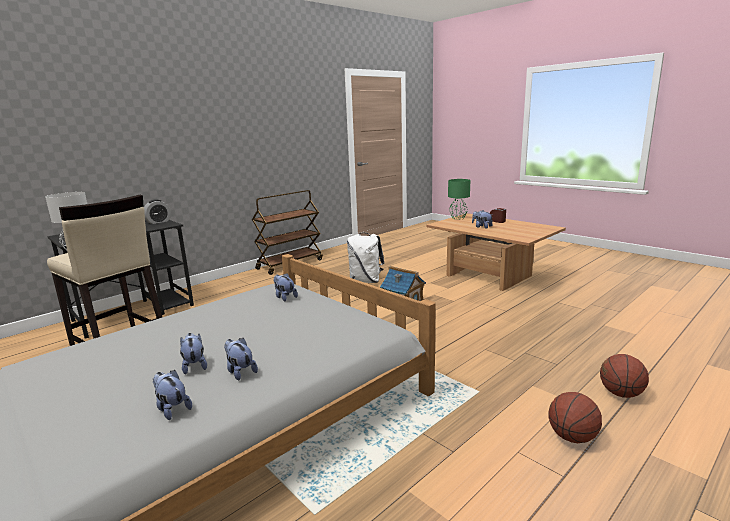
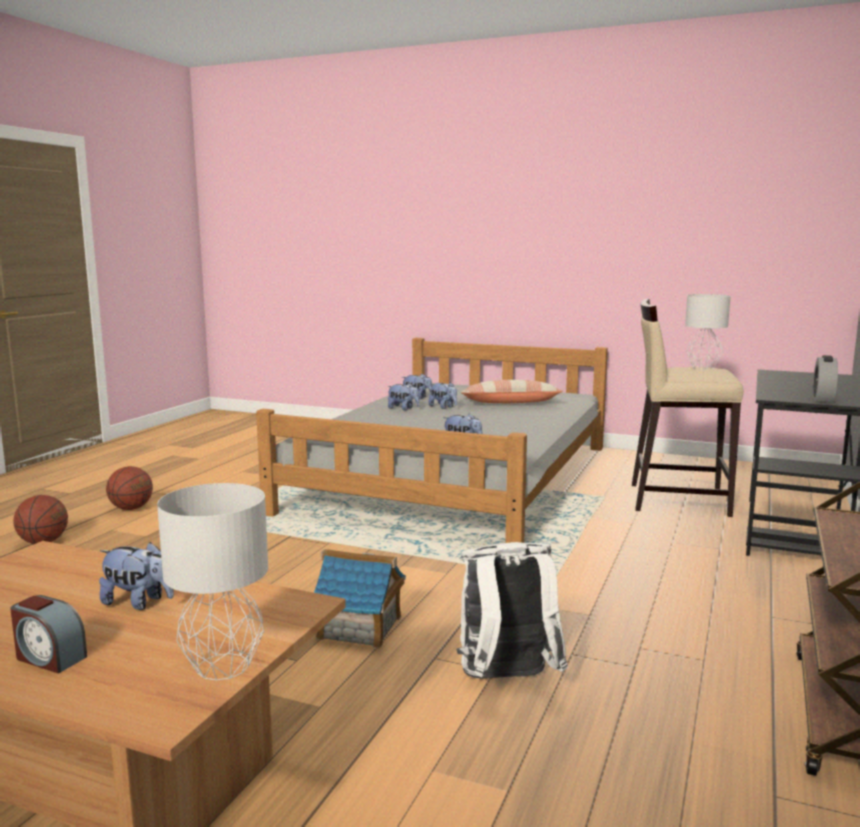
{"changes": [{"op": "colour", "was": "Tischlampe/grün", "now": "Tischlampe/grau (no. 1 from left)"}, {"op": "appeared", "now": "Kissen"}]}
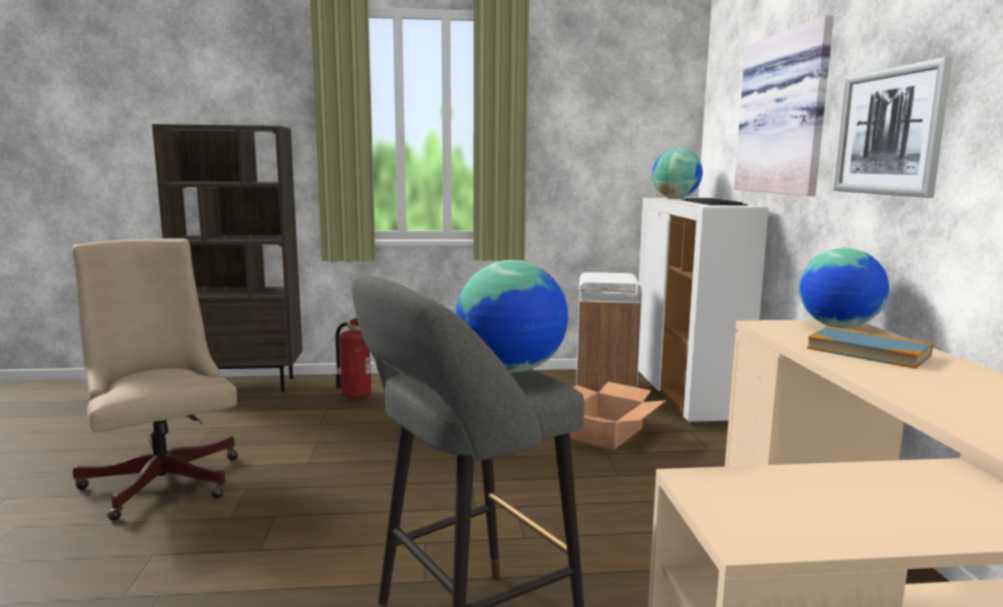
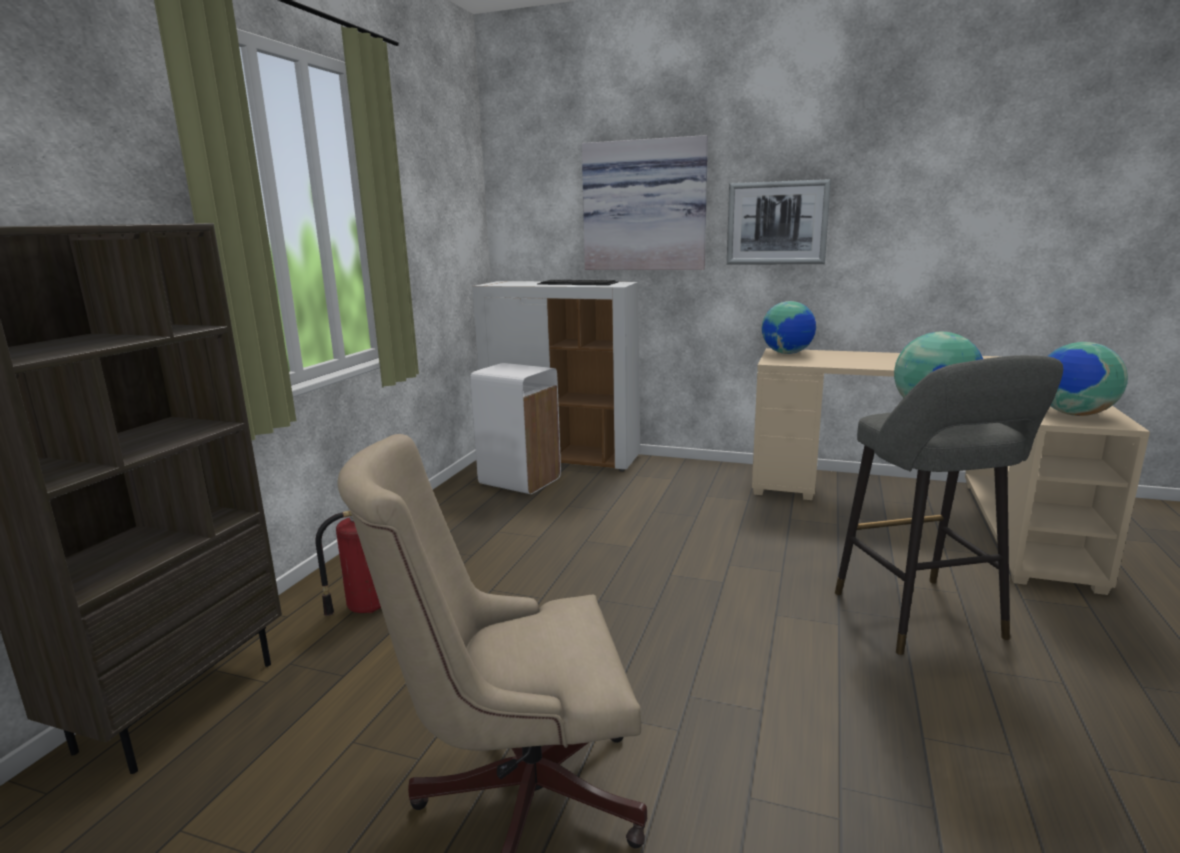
{"changes": [{"op": "relocated", "was": "Globus (no. 2 from left in the first image)", "now": "Globus (no. 3 from left)"}, {"op": "missing", "was": "Buch"}, {"op": "missing", "was": "Karton"}]}
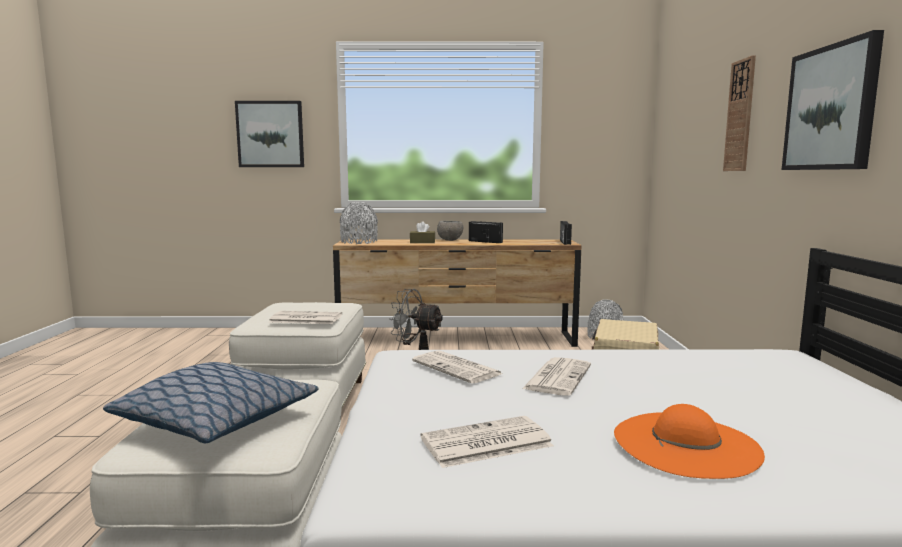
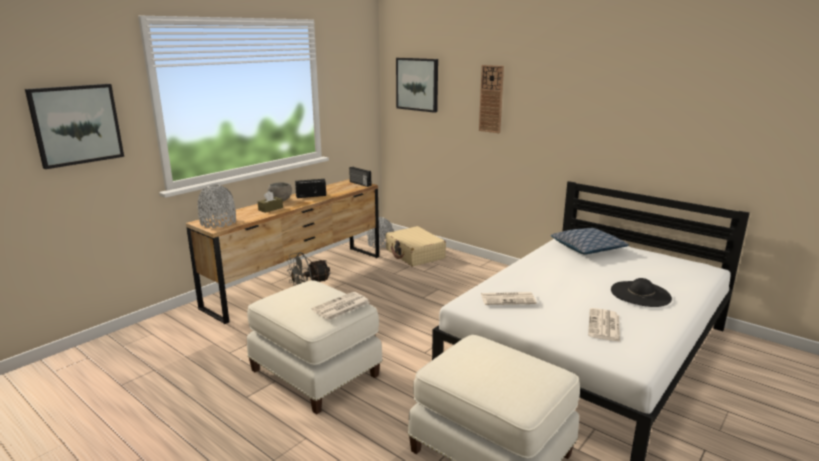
{"changes": [{"op": "relocated", "was": "Bild (no. 2 from left)"}, {"op": "missing", "was": "Zeitung (no. 4 from left)"}, {"op": "relocated", "was": "Kissen"}, {"op": "colour", "was": "Hut/orange", "now": "Hut/schwarz"}]}
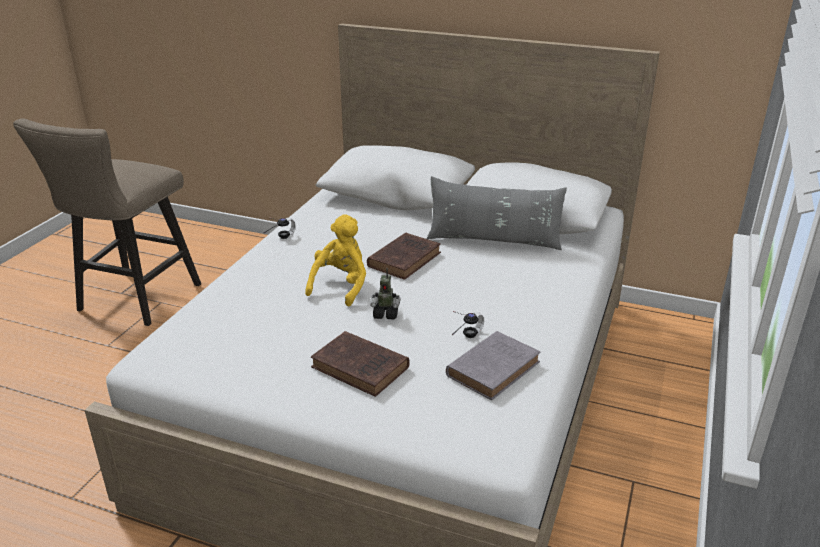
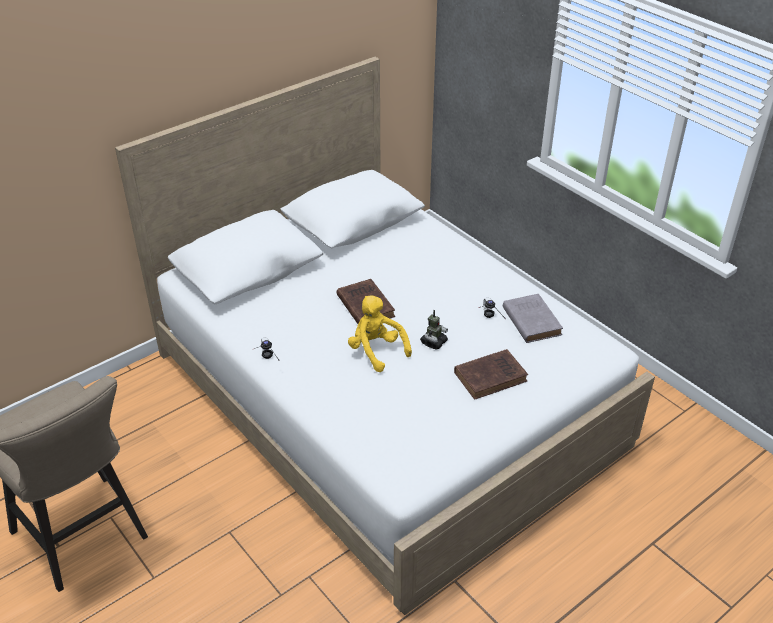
{"changes": [{"op": "missing", "was": "Kissen/grau"}]}
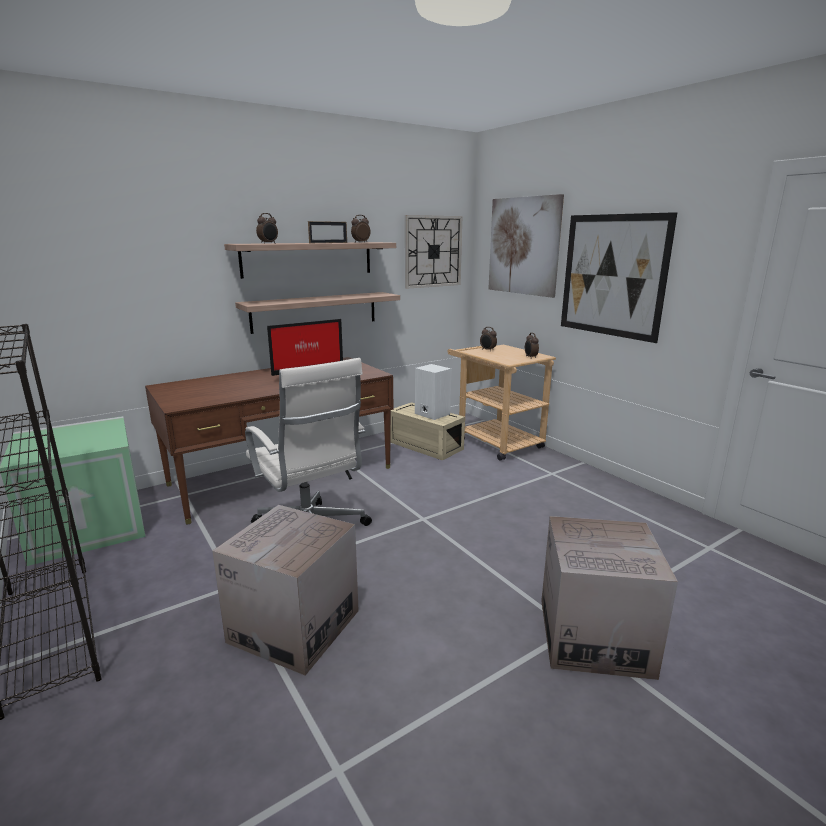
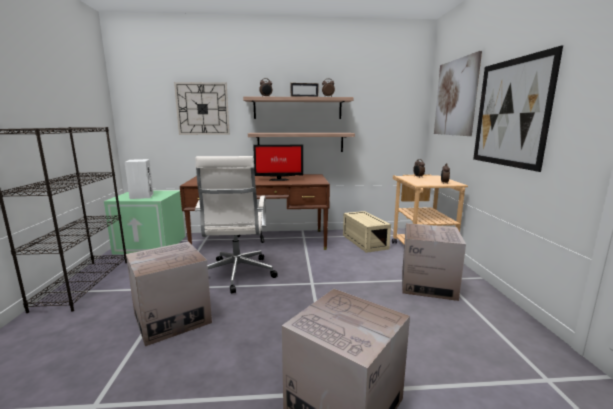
{"changes": [{"op": "relocated", "was": "Wanduhr"}, {"op": "relocated", "was": "Lautsprecher/weiß"}, {"op": "appeared", "now": "Karton (no. 3 from left)"}]}
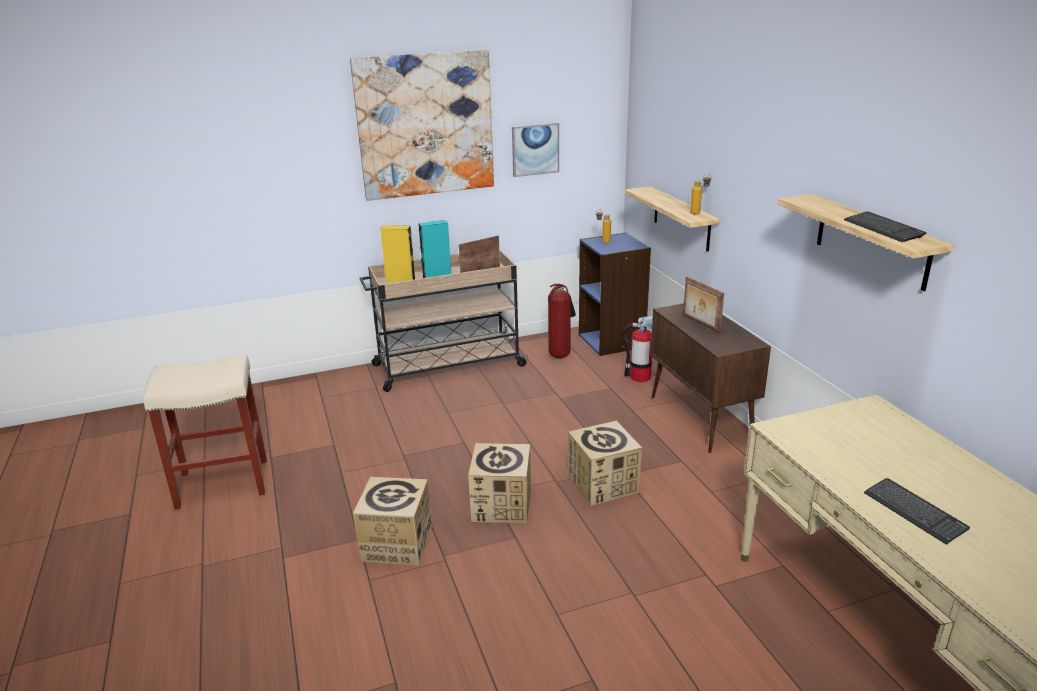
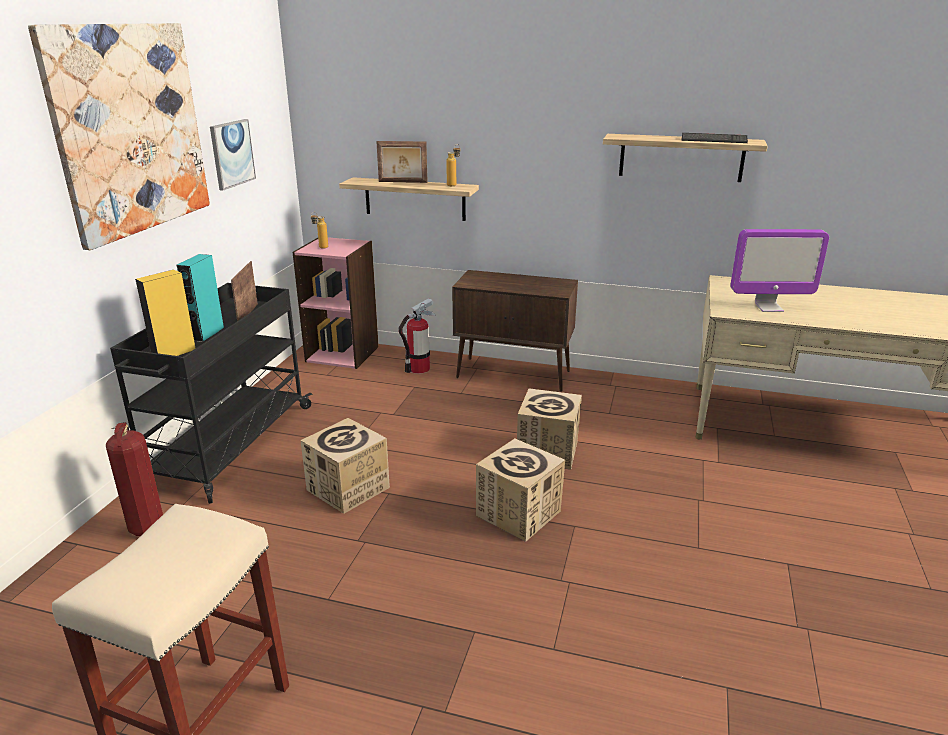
{"changes": [{"op": "colour", "was": "Bücherregal/blau", "now": "Bücherregal/rosa"}, {"op": "colour", "was": "Rollwagen/beige", "now": "Rollwagen/schwarz"}, {"op": "relocated", "was": "Bilderrahmen (no. 2 from left)"}, {"op": "relocated", "was": "Feuerlöscher (no. 1 from left)"}, {"op": "relocated", "was": "Karton (no. 1 from left)"}, {"op": "missing", "was": "Tastatur (no. 2 from left)"}, {"op": "appeared", "now": "Monitor"}]}
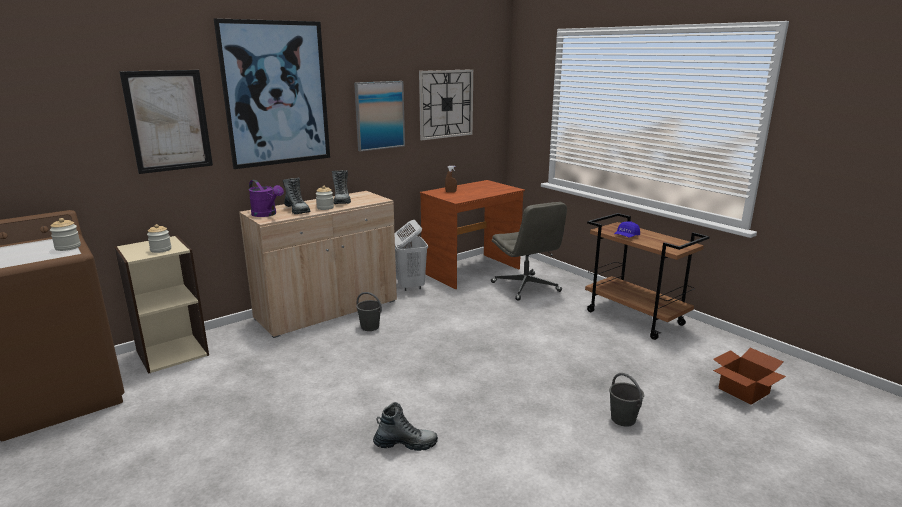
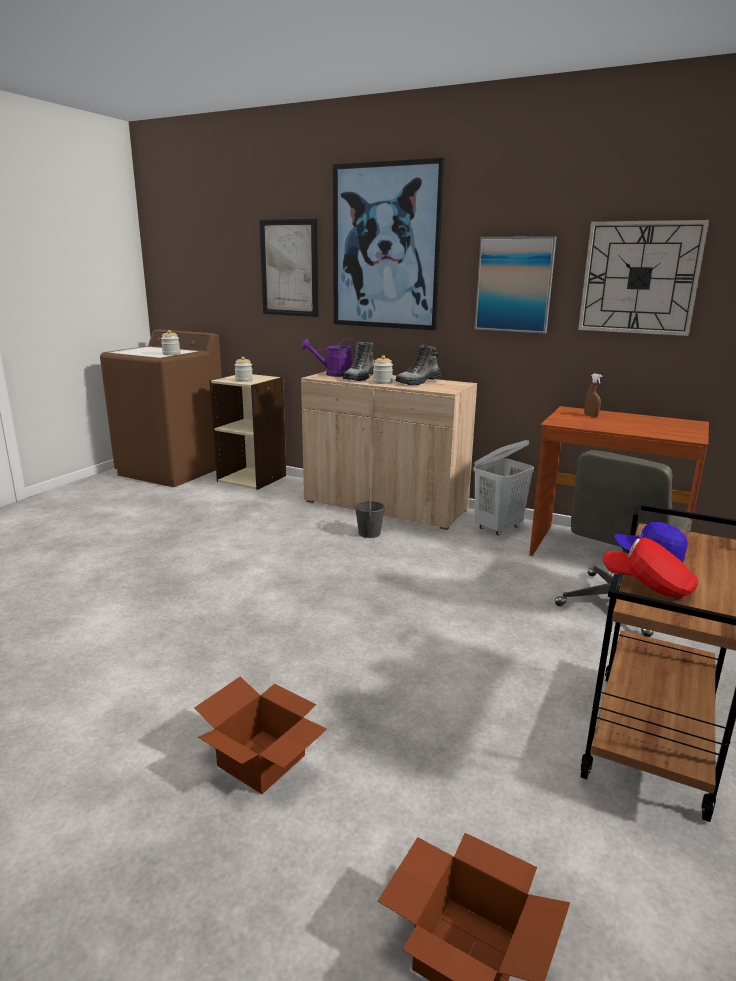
{"changes": [{"op": "spun", "was": "Gießkanne/lila", "clockwise": 60}, {"op": "exchanged", "was": "Eimer/grau (no. 2 from left)", "now": "Karton (no. 1 from left)"}, {"op": "missing", "was": "Stiefel (no. 3 from left)"}, {"op": "appeared", "now": "Kappe/rot"}]}
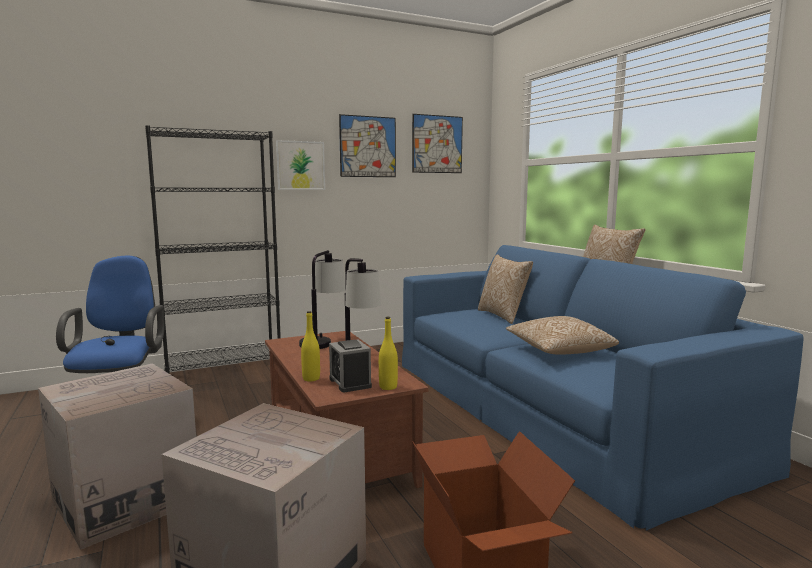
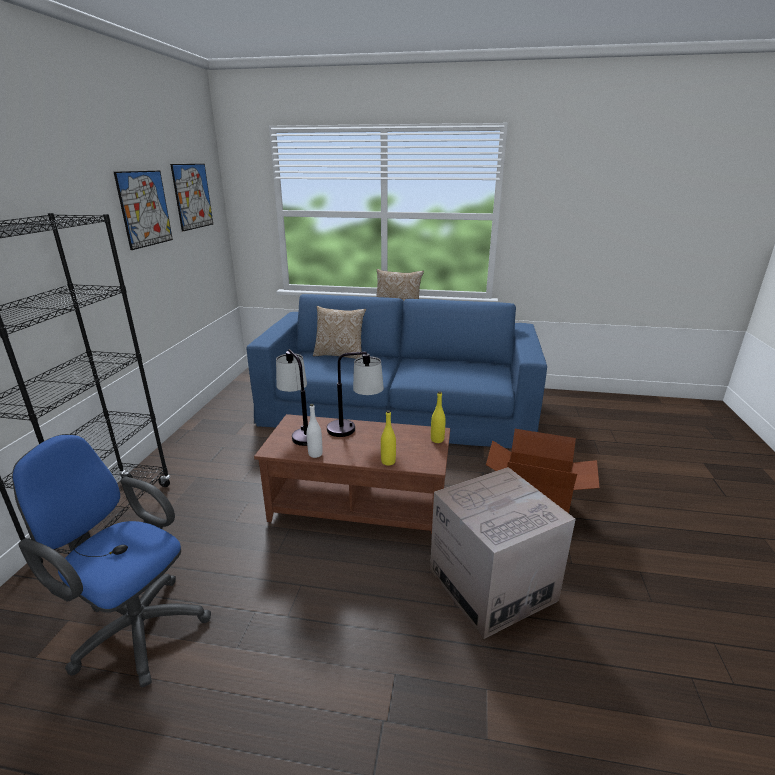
{"changes": [{"op": "missing", "was": "Bild (no. 1 from left)"}, {"op": "missing", "was": "Kissen (no. 2 from left)"}, {"op": "missing", "was": "Wecker"}, {"op": "missing", "was": "Karton (no. 1 from left)"}, {"op": "appeared", "now": "Flasche/weiß"}]}
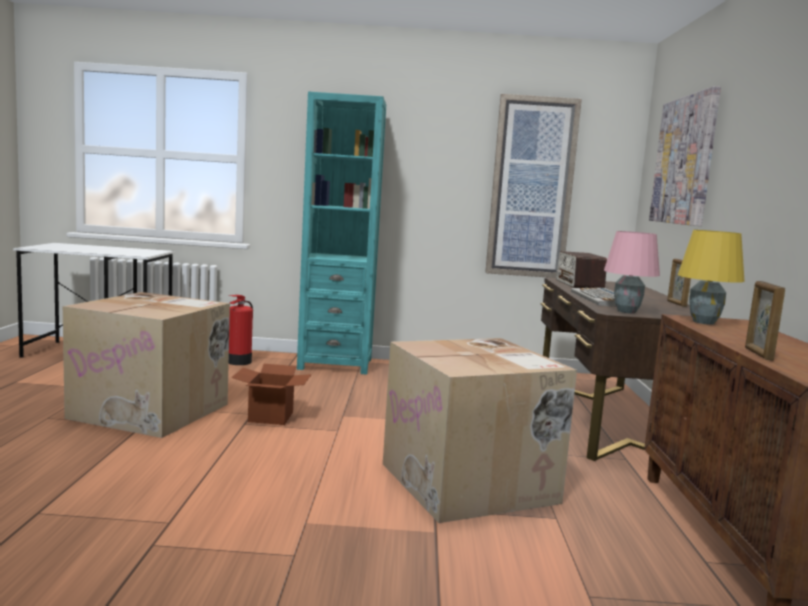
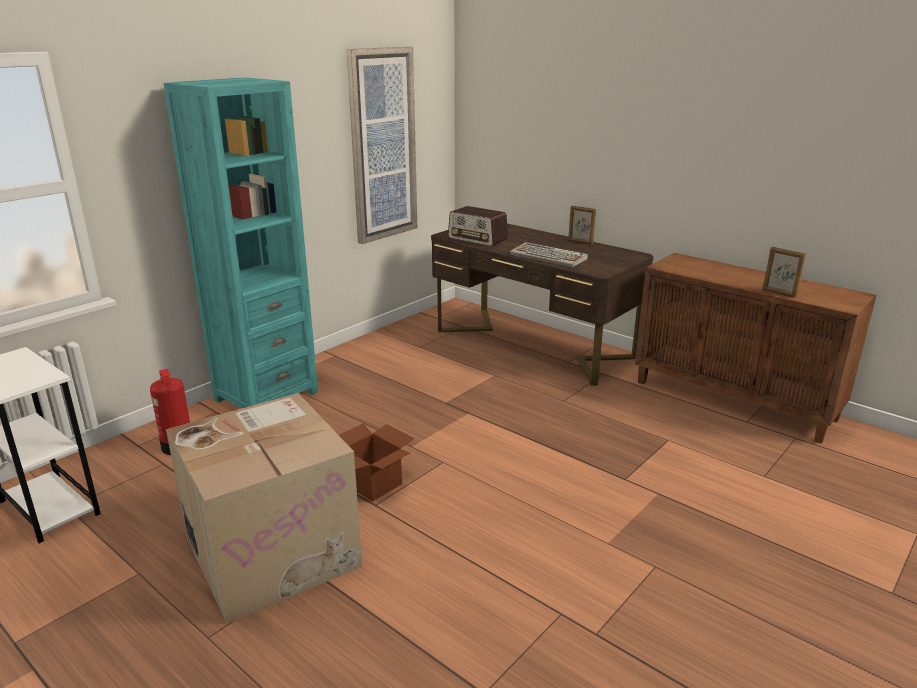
{"changes": [{"op": "missing", "was": "Bild (no. 2 from left)"}, {"op": "missing", "was": "Tischlampe/gelb"}, {"op": "missing", "was": "Tischlampe/rosa"}, {"op": "missing", "was": "Karton (no. 3 from left)"}]}
